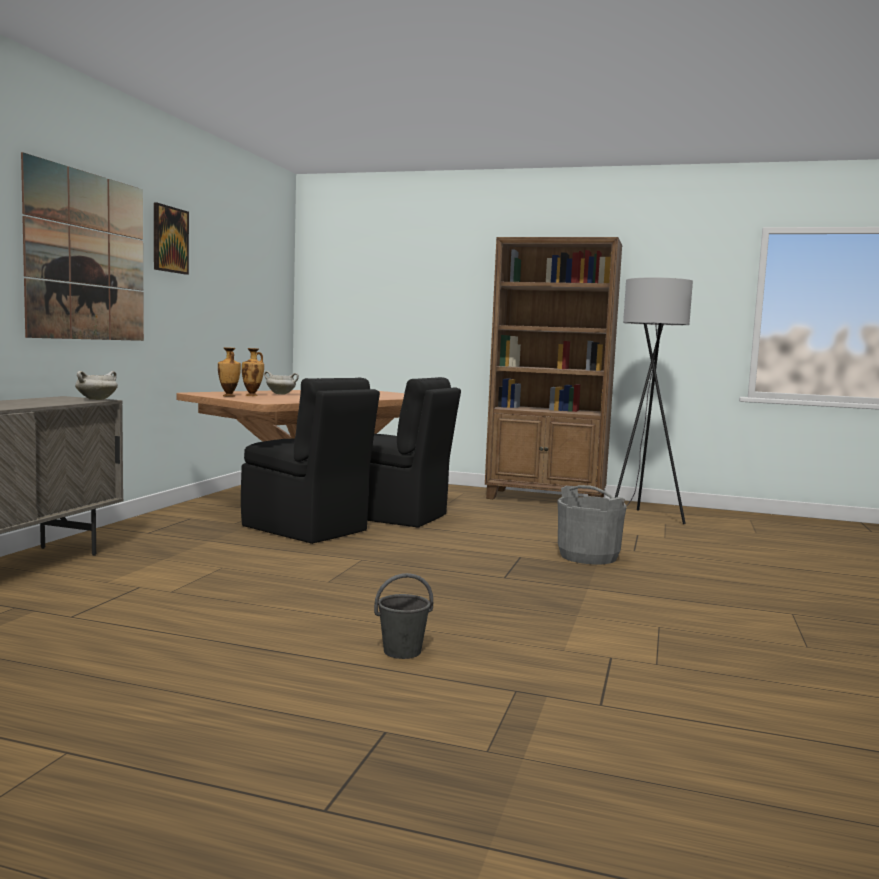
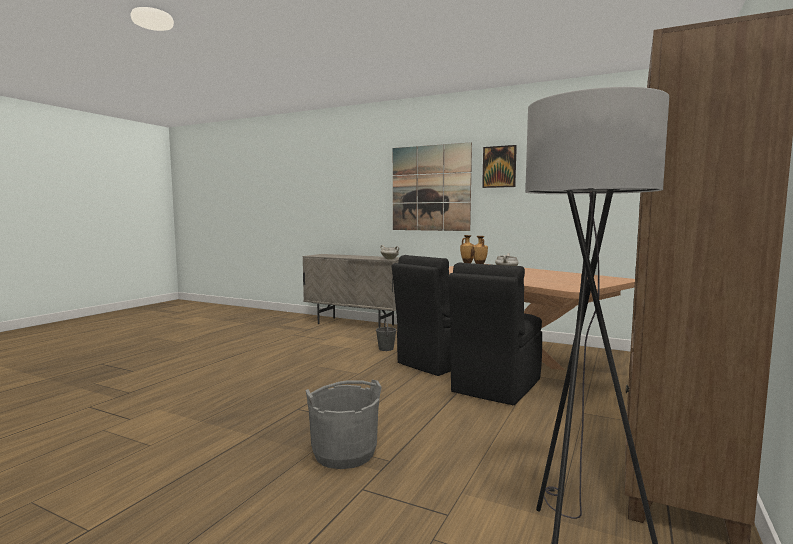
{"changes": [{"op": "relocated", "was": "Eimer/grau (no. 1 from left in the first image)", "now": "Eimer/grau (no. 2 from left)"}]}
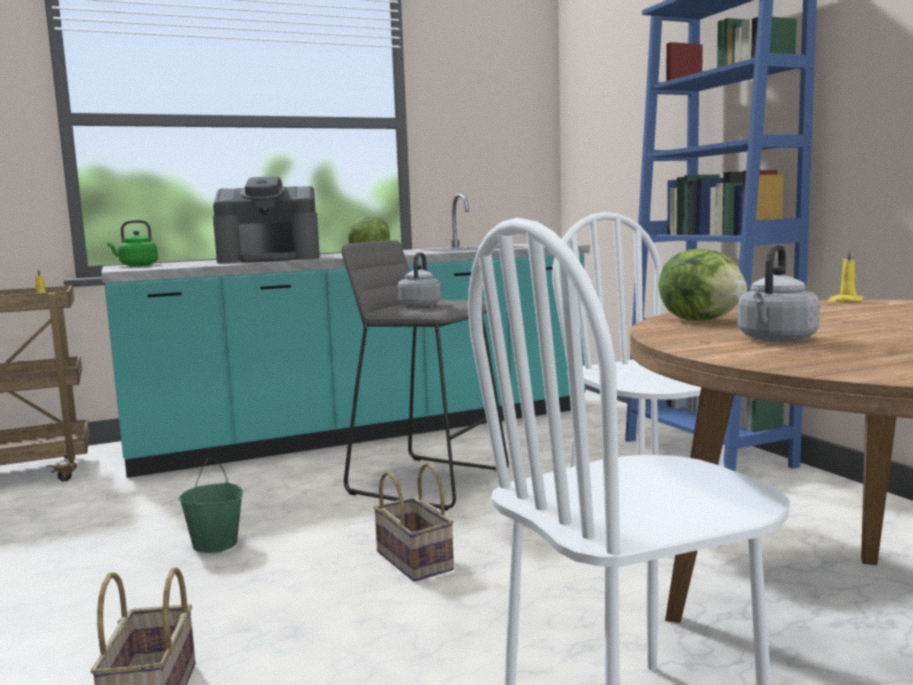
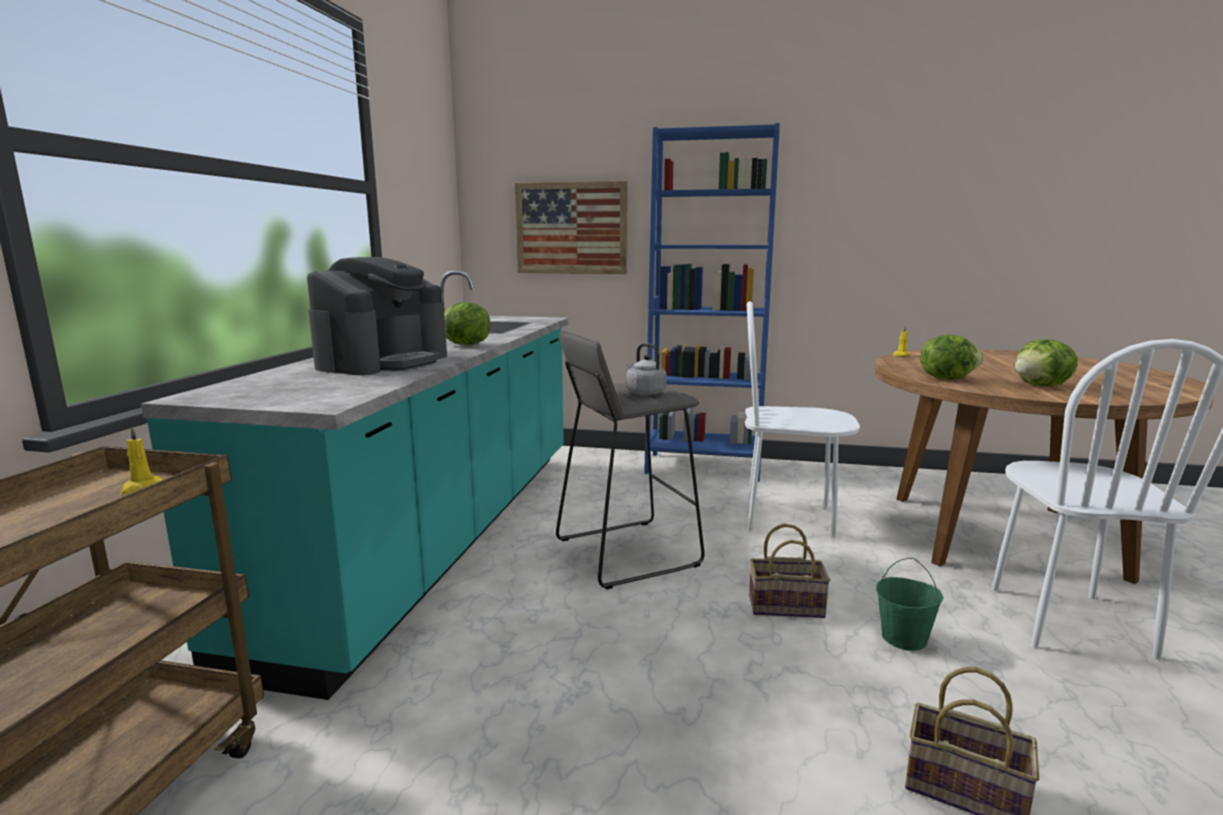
{"changes": [{"op": "missing", "was": "Wasserkessel/grün"}, {"op": "exchanged", "was": "Wasserkessel/grau (no. 2 from left)", "now": "Salatkopf (no. 3 from left)"}, {"op": "relocated", "was": "Eimer/grün"}, {"op": "appeared", "now": "Bild"}]}
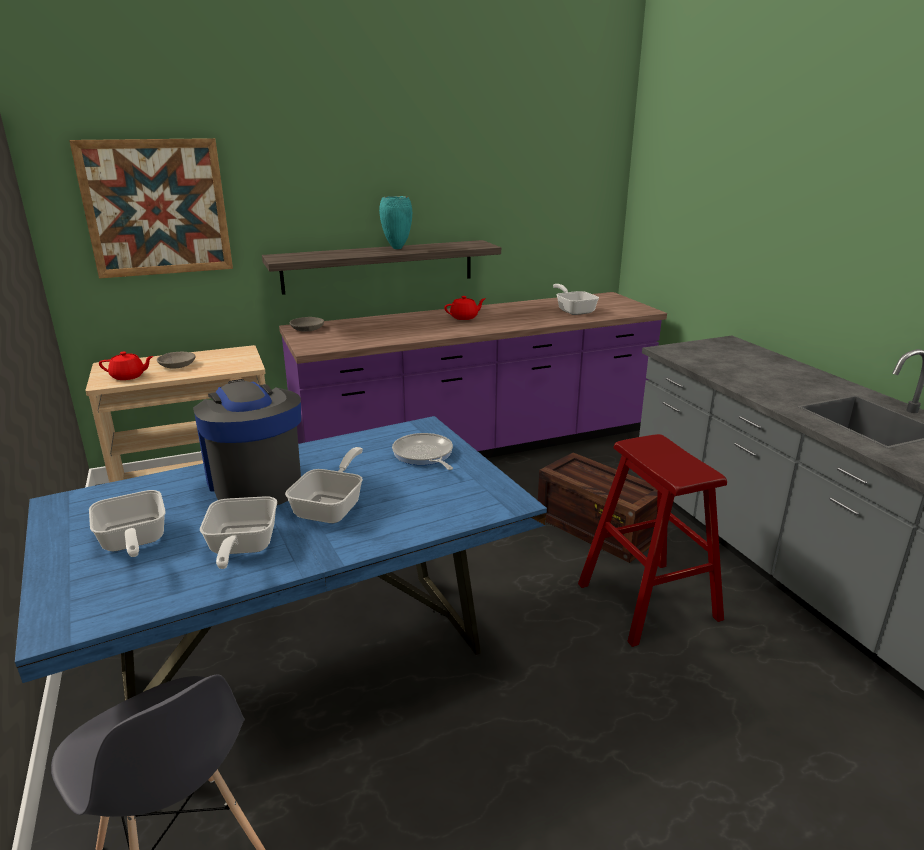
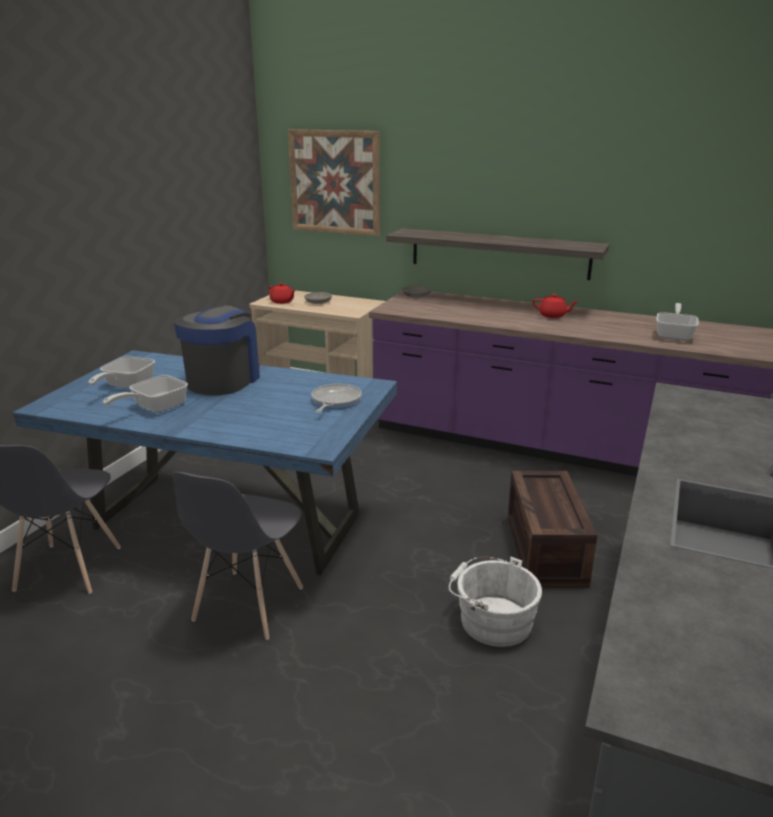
{"changes": [{"op": "missing", "was": "Vase/türkis"}, {"op": "exchanged", "was": "Hocker/rot", "now": "Eimer/weiß"}, {"op": "missing", "was": "Pfanne (no. 3 from left)"}, {"op": "appeared", "now": "Stuhl/grau (no. 2 from left)"}]}
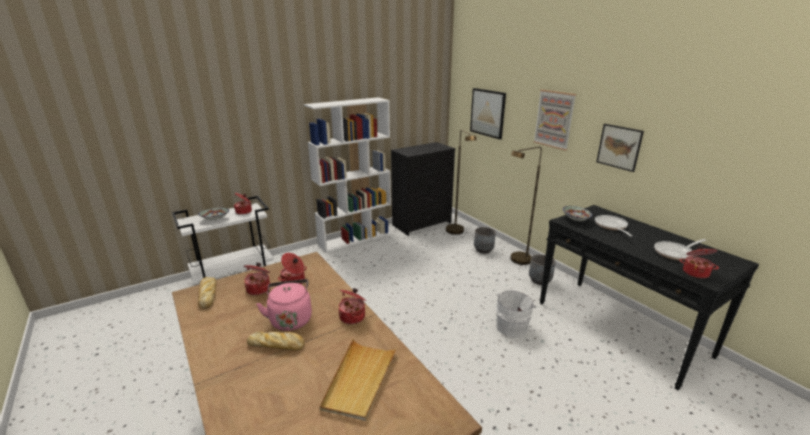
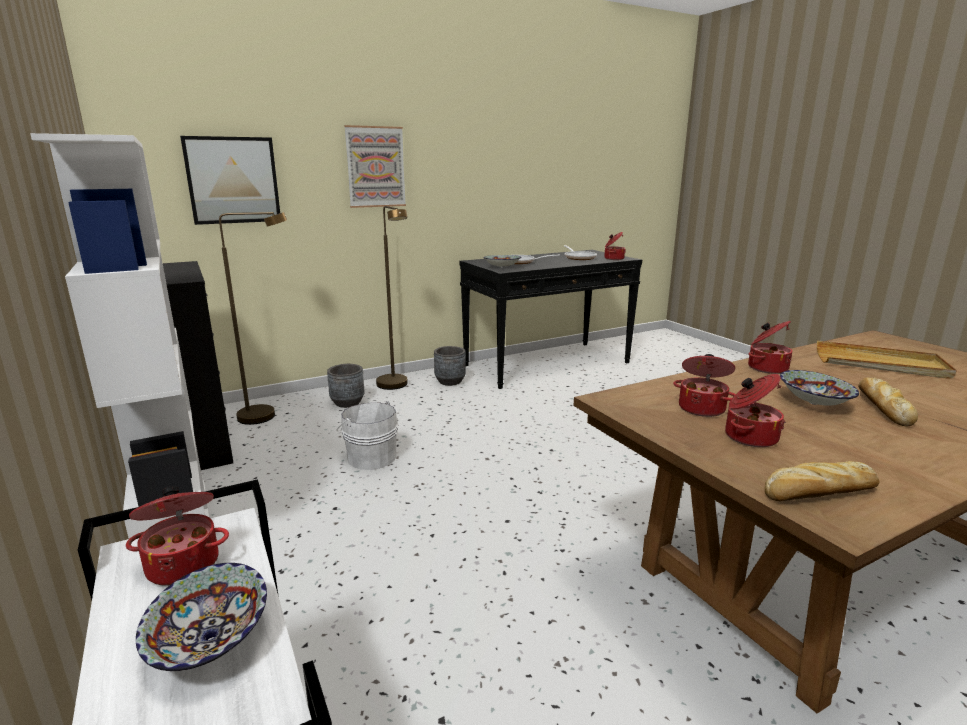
{"changes": [{"op": "missing", "was": "Bild (no. 3 from left)"}, {"op": "exchanged", "was": "Wasserkessel/rosa", "now": "Schüssel (no. 3 from left)"}, {"op": "relocated", "was": "Eimer/weiß"}]}
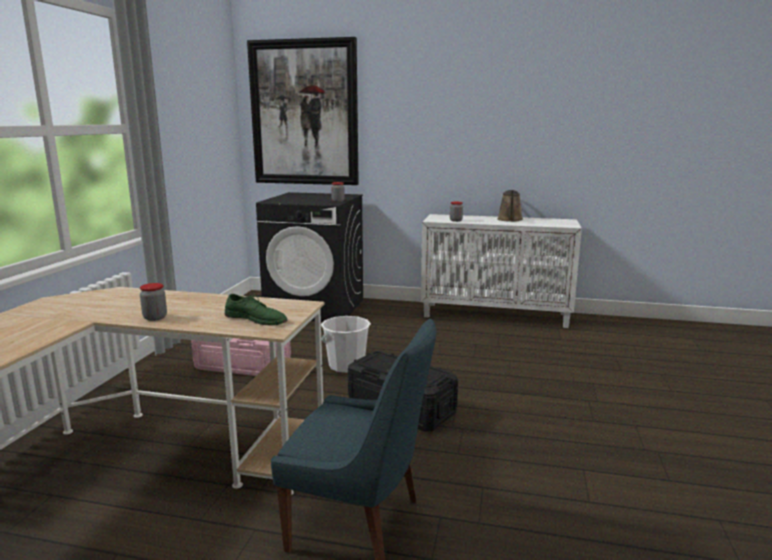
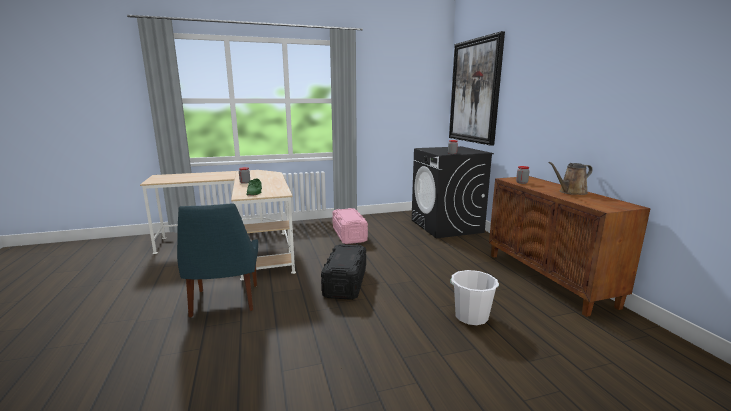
{"changes": [{"op": "colour", "was": "Schrank/weiß", "now": "Schrank/braun"}, {"op": "relocated", "was": "Eimer/weiß"}]}
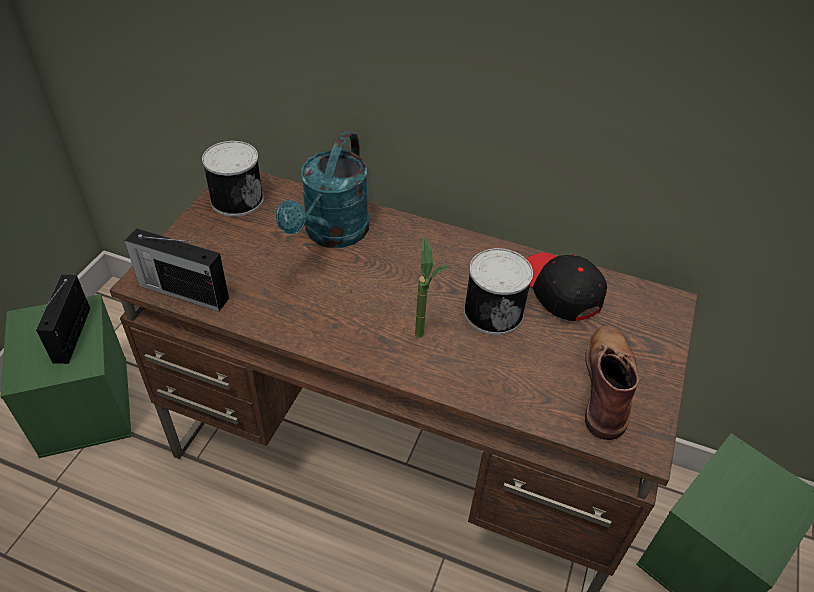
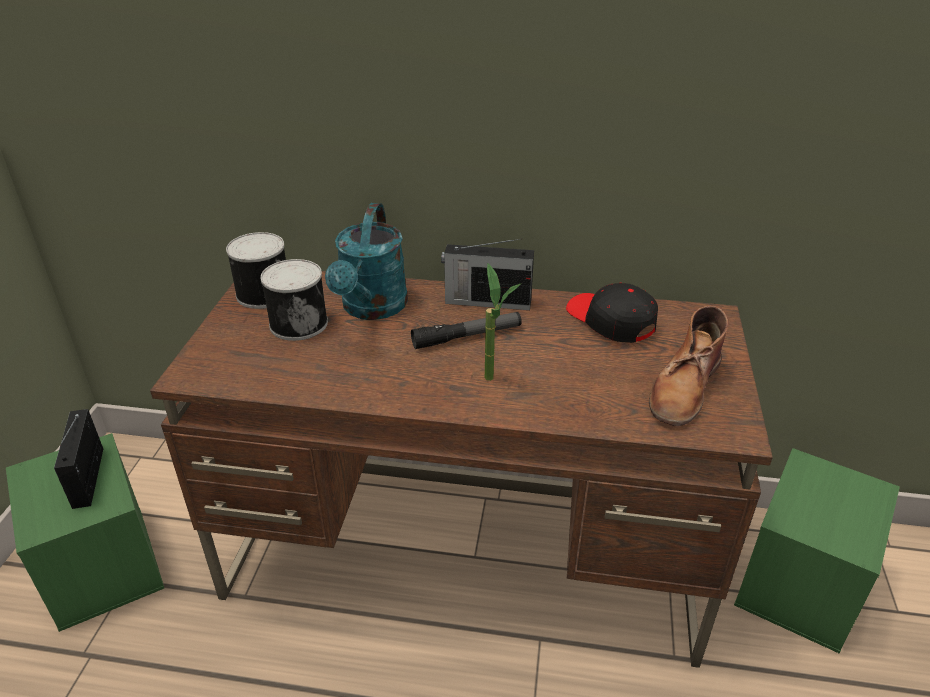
{"changes": [{"op": "relocated", "was": "Radio (no. 2 from left)"}, {"op": "relocated", "was": "Dose (no. 2 from left)"}, {"op": "spun", "was": "Stiefel/braun", "clockwise": -150}, {"op": "appeared", "now": "Taschenlampe"}]}
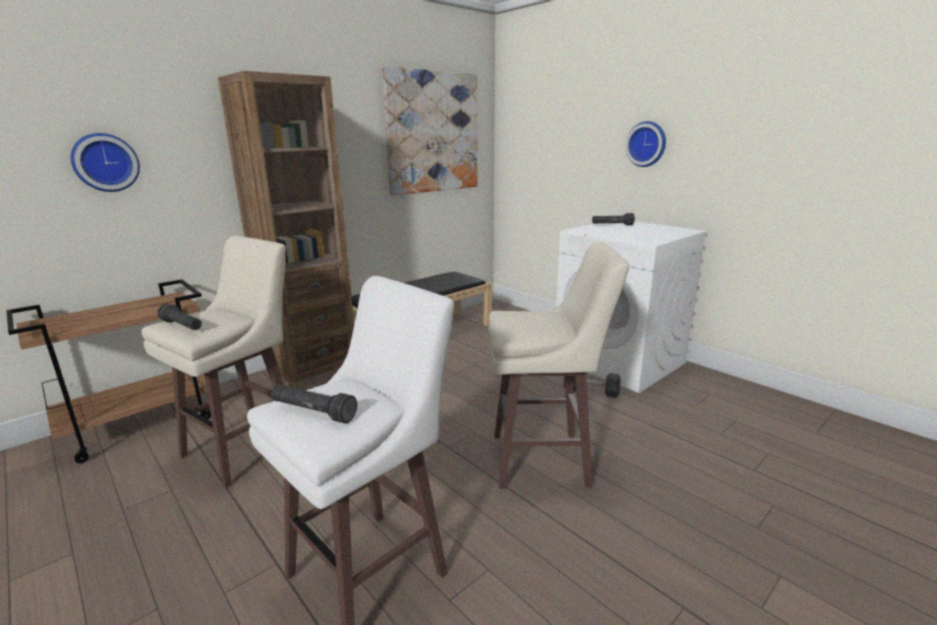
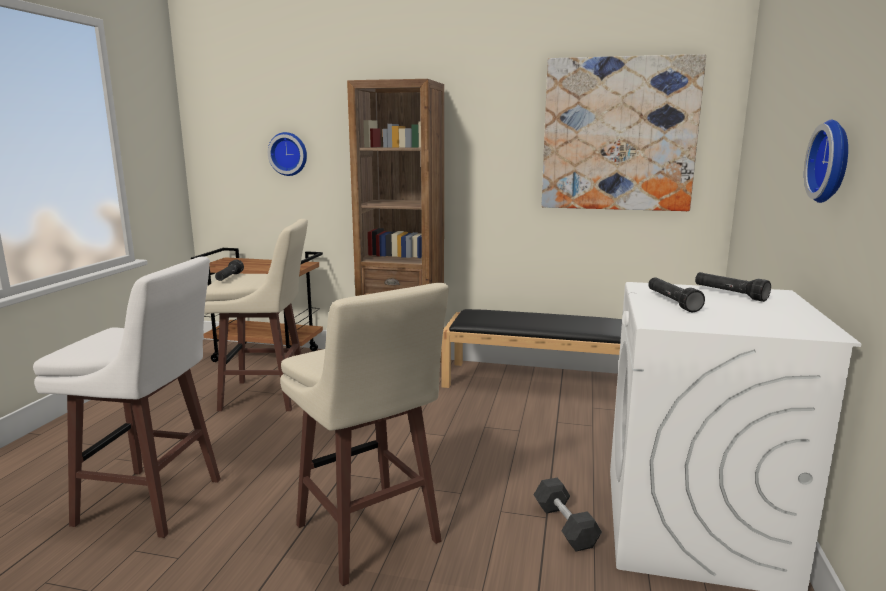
{"changes": [{"op": "relocated", "was": "Taschenlampe/schwarz (no. 2 from left)"}]}
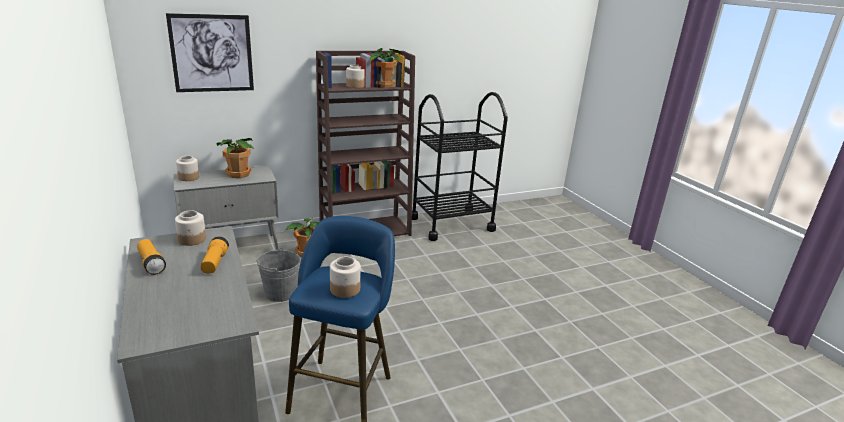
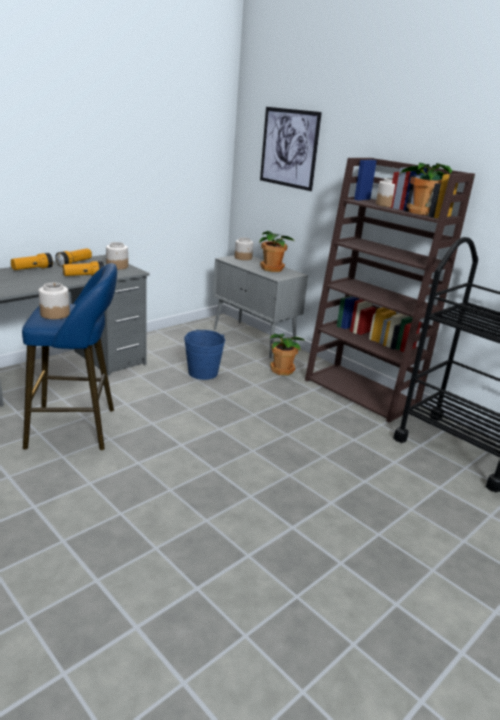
{"changes": [{"op": "colour", "was": "Eimer/grau", "now": "Eimer/blau"}, {"op": "appeared", "now": "Taschenlampe (no. 1 from left)"}]}
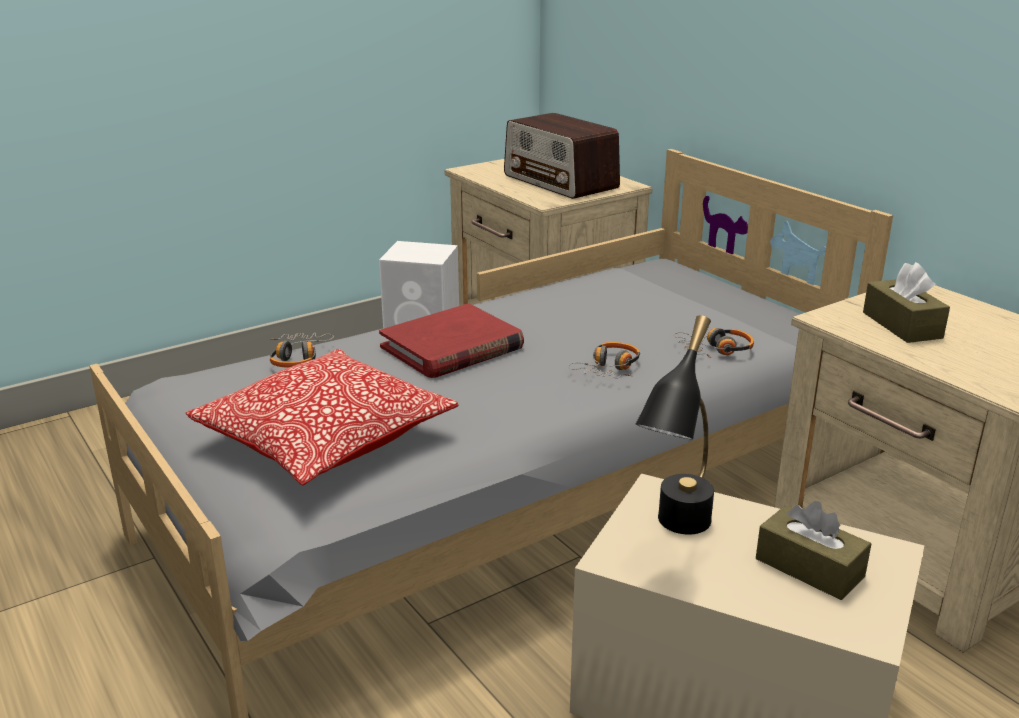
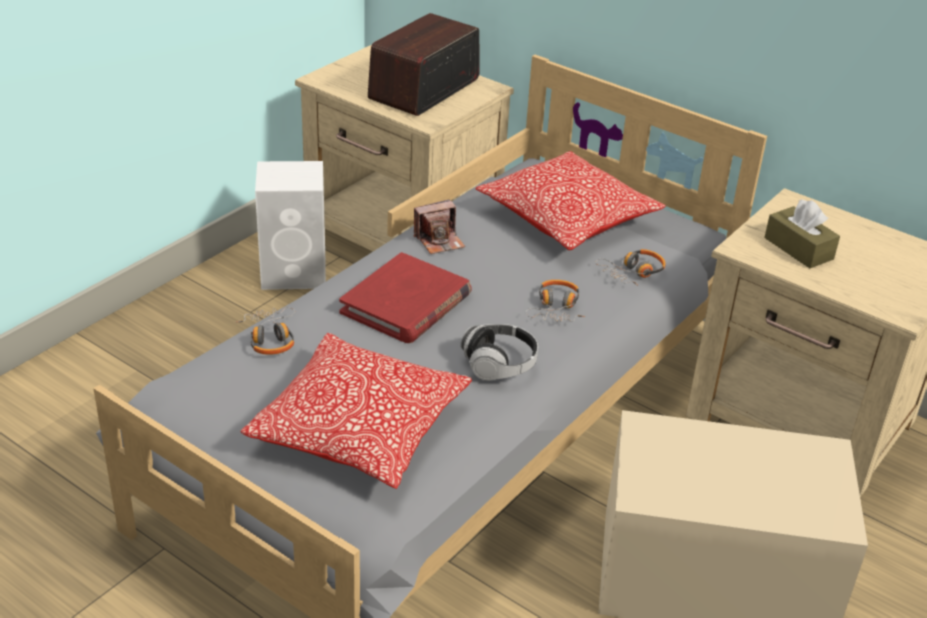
{"changes": [{"op": "spun", "was": "Radio", "clockwise": 90}, {"op": "missing", "was": "Tischlampe/schwarz"}, {"op": "missing", "was": "Taschentuchbox/braun (no. 1 from left)"}, {"op": "appeared", "now": "Kissen (no. 2 from left)"}, {"op": "appeared", "now": "Kamera"}, {"op": "appeared", "now": "Kopfhörer (no. 2 from left)"}]}
